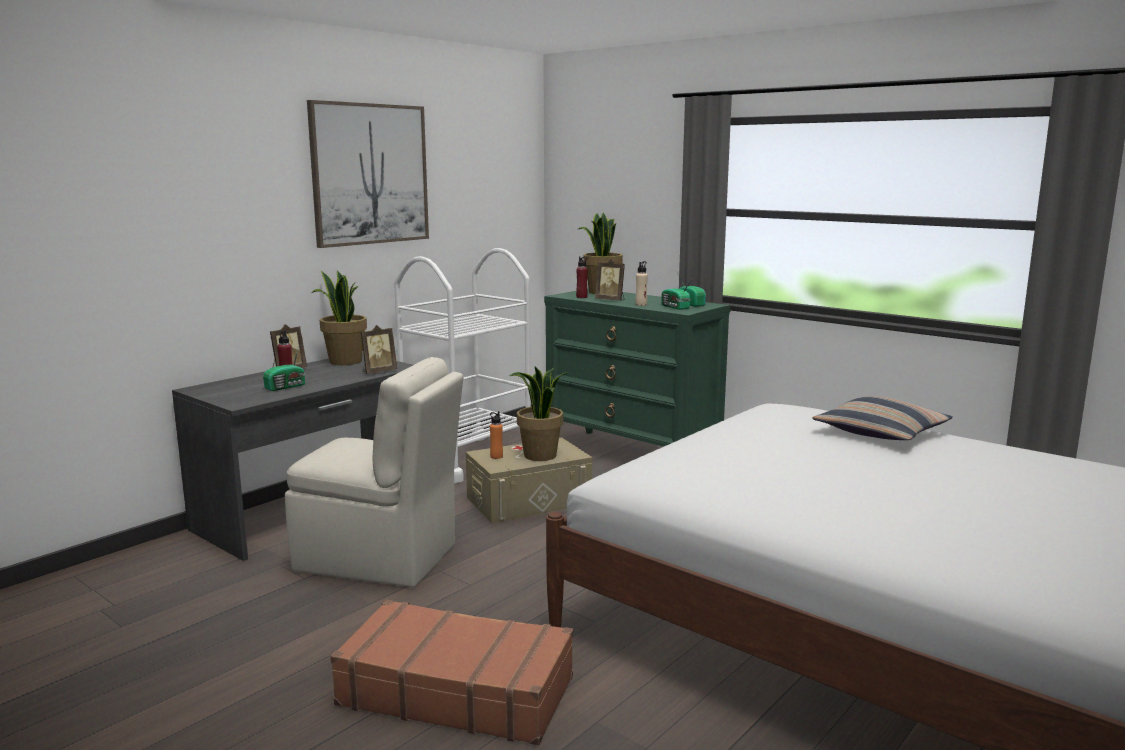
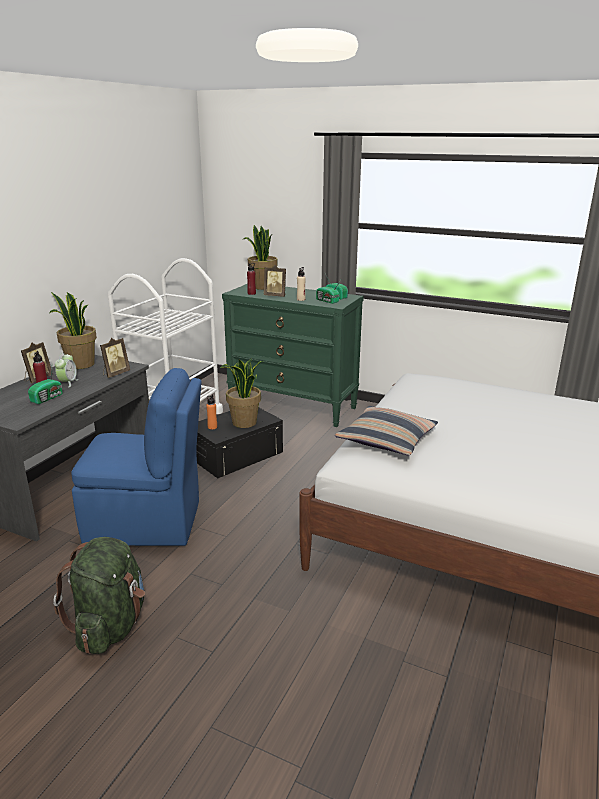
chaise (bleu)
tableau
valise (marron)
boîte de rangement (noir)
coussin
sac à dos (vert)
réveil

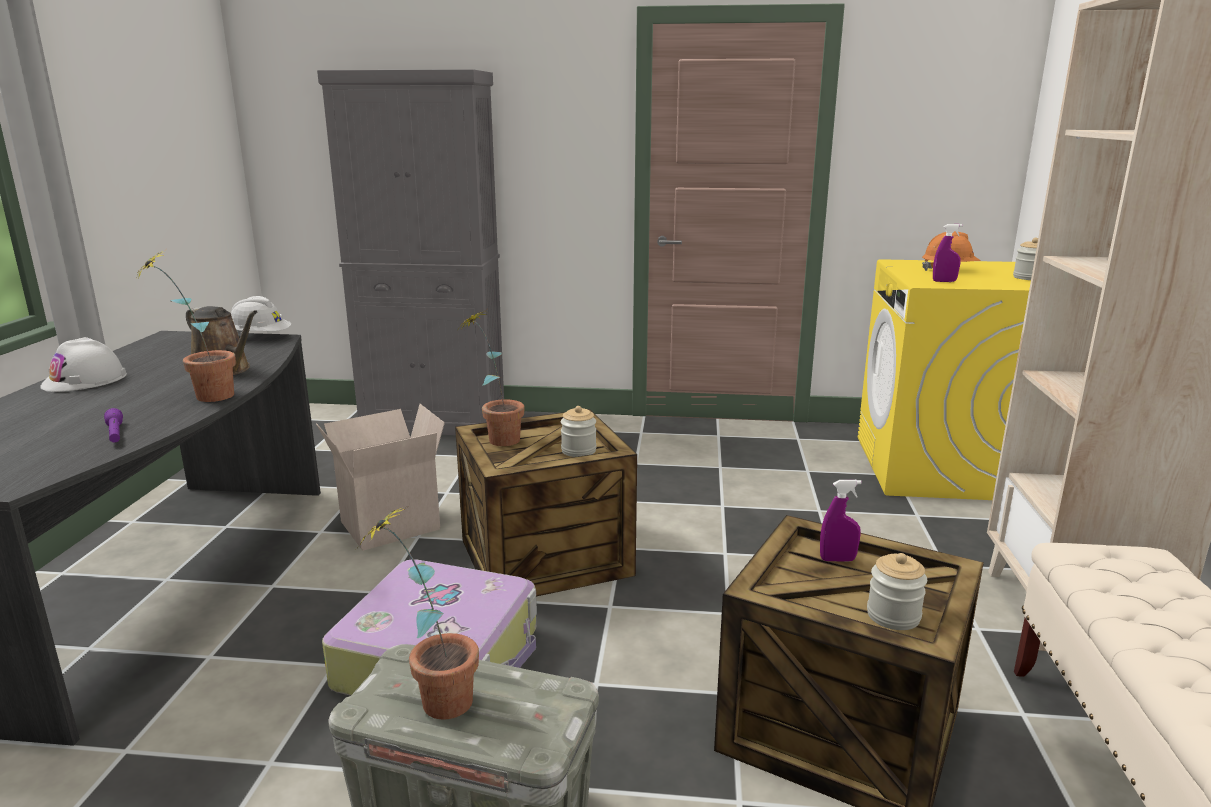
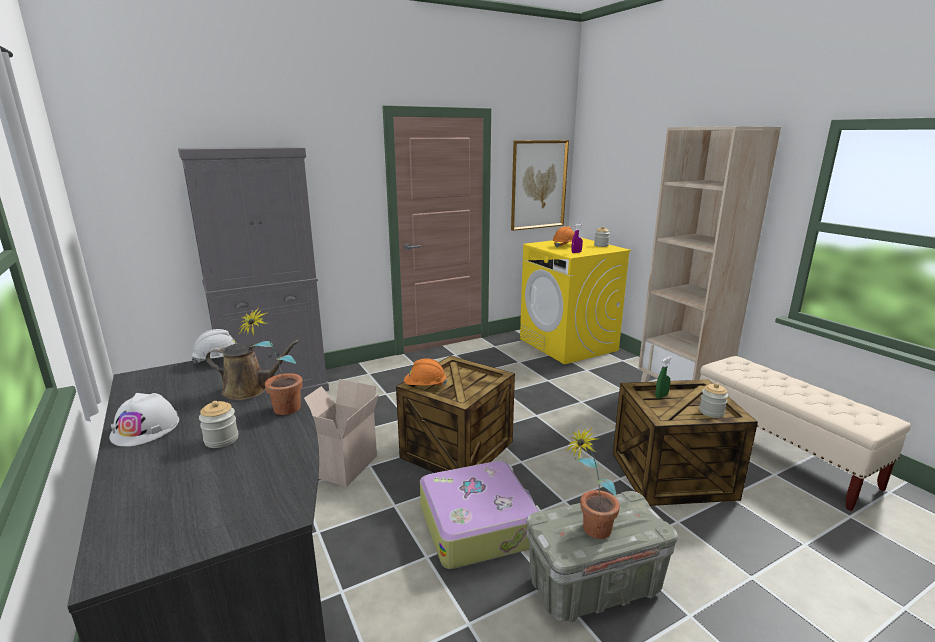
lampe de poche (violet)
casque de chantier (orange) (1st from left)
bocal (1st from left)
vaporisateur (vert)
tableau

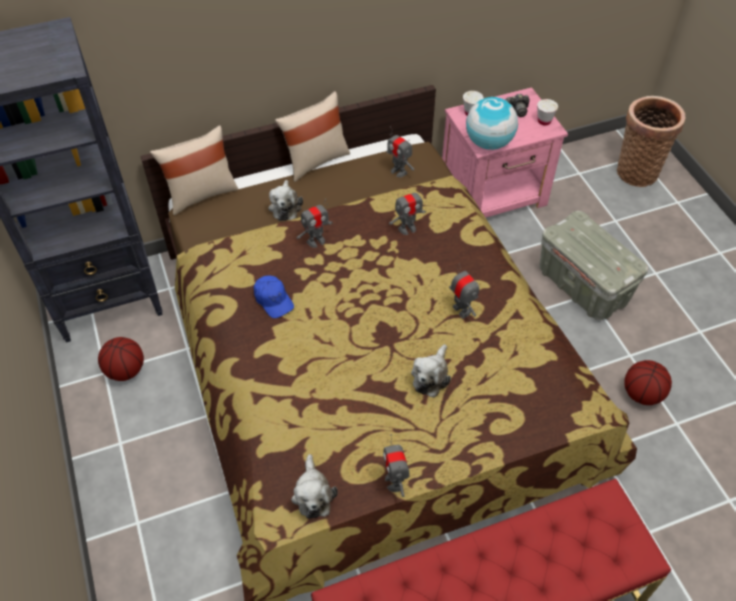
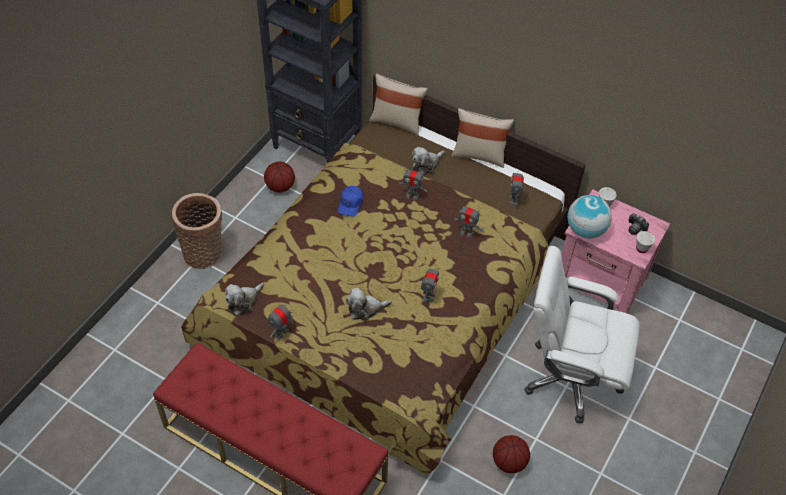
chaise de bureau (blanc)
panier

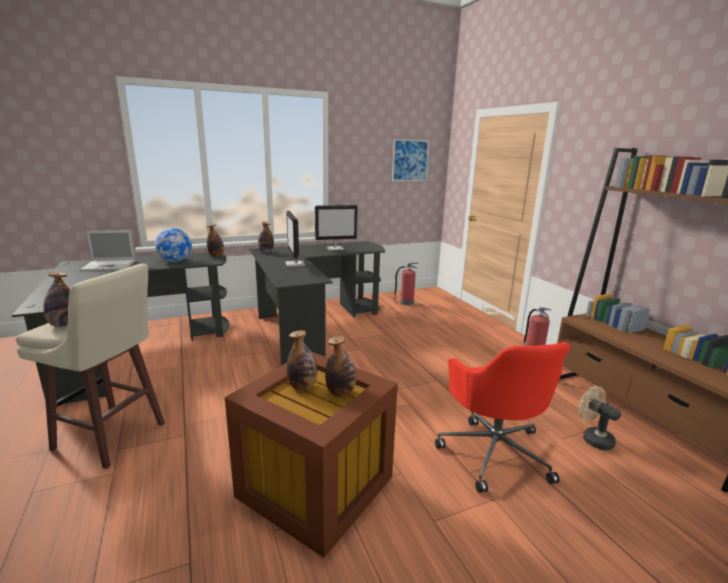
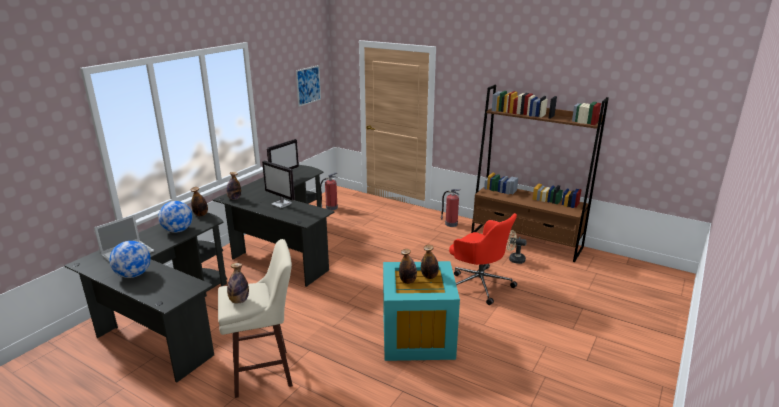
boîte de rangement (turquoise)
globe (1st from left)

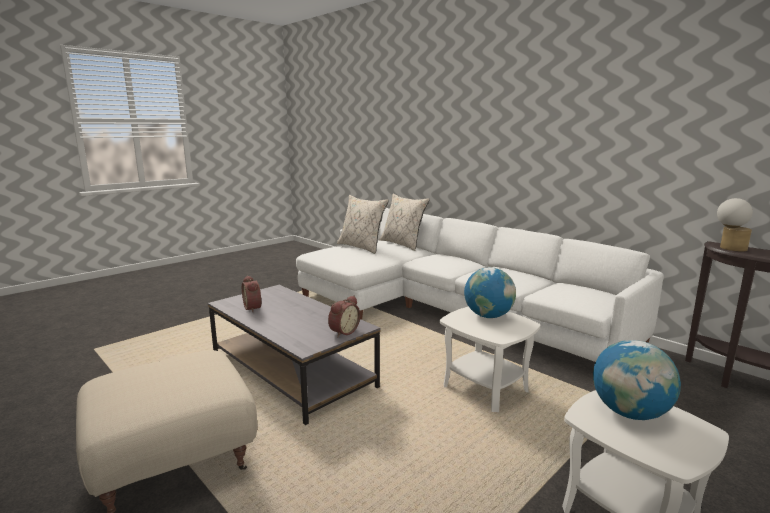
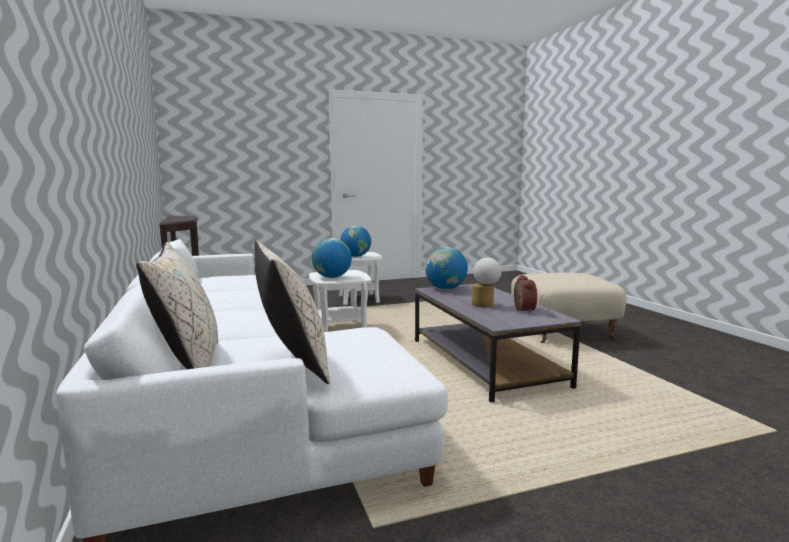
globe (3rd from left)
lampe de table

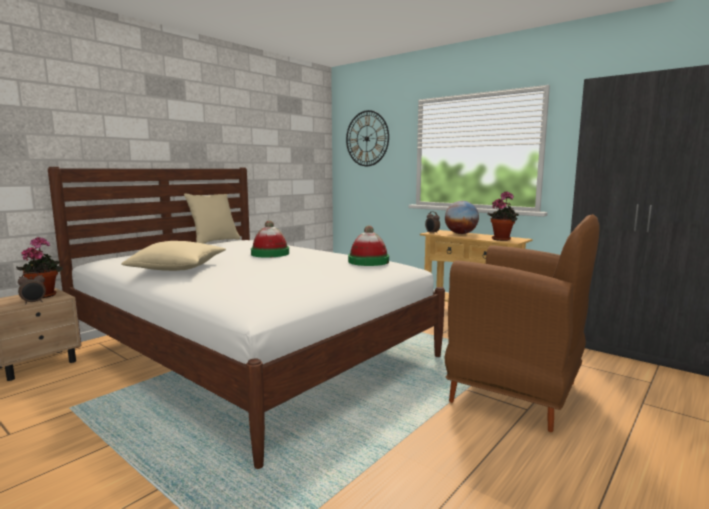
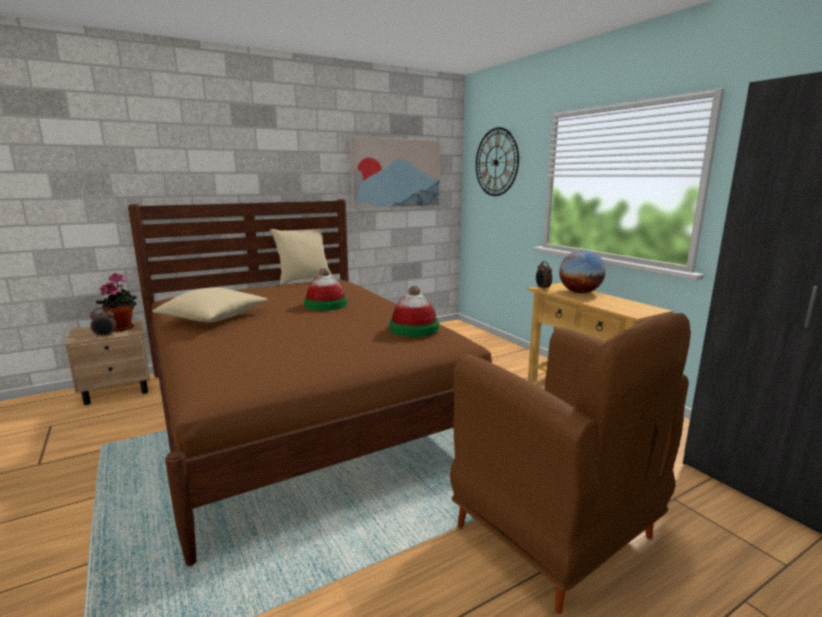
lit (marron)
plante en pot (2nd from left in the first image)
tableau

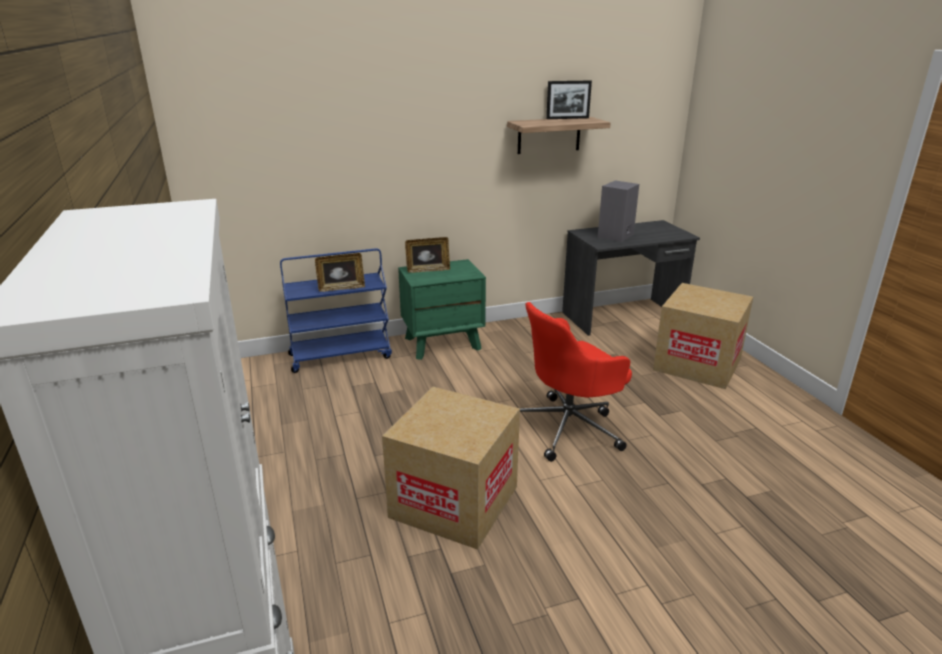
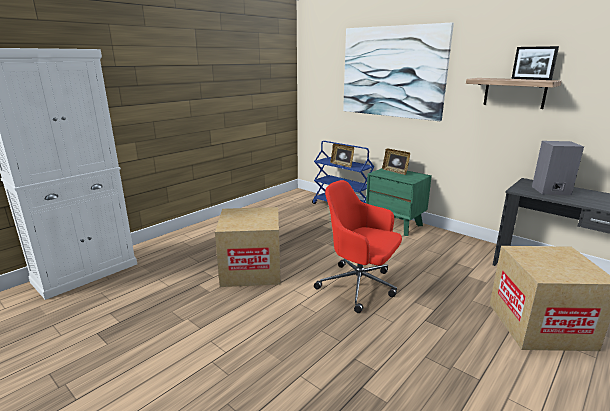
tableau

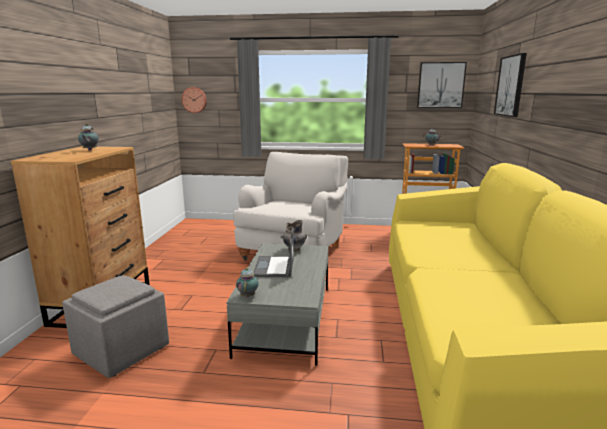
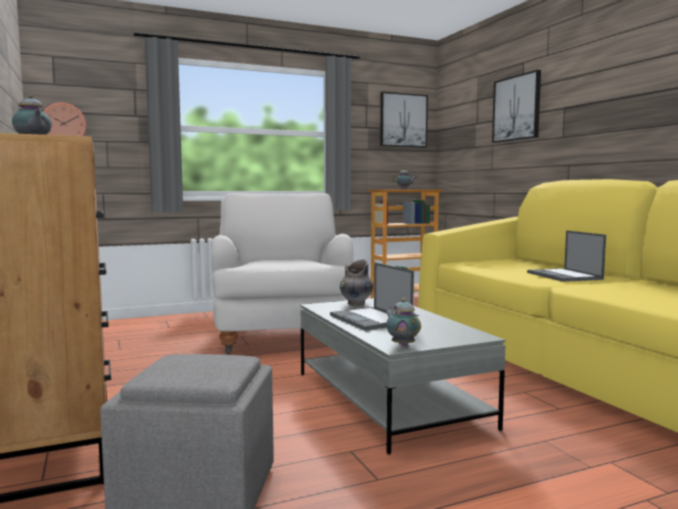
ordinateur portable (2nd from left)

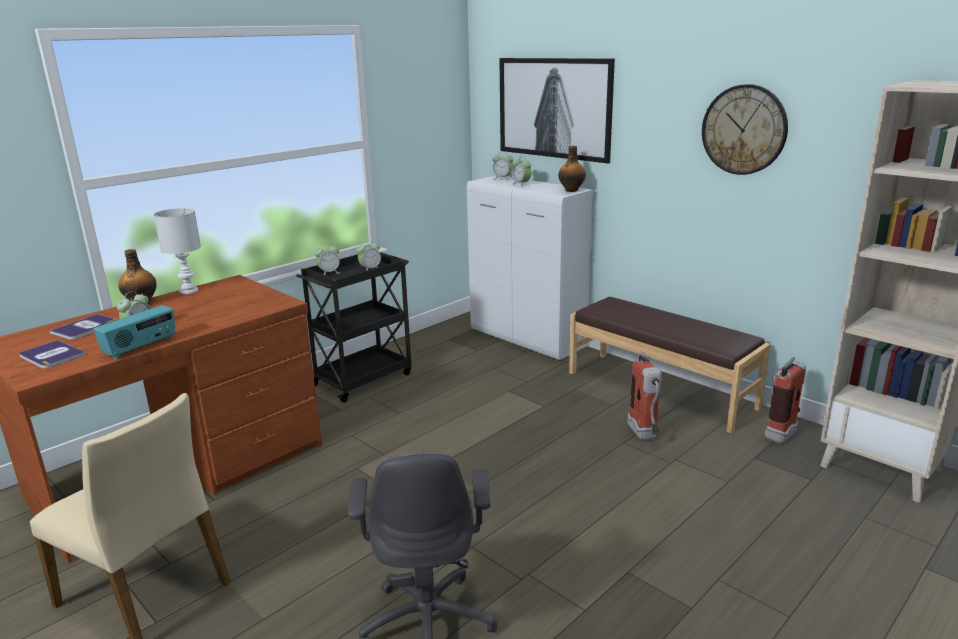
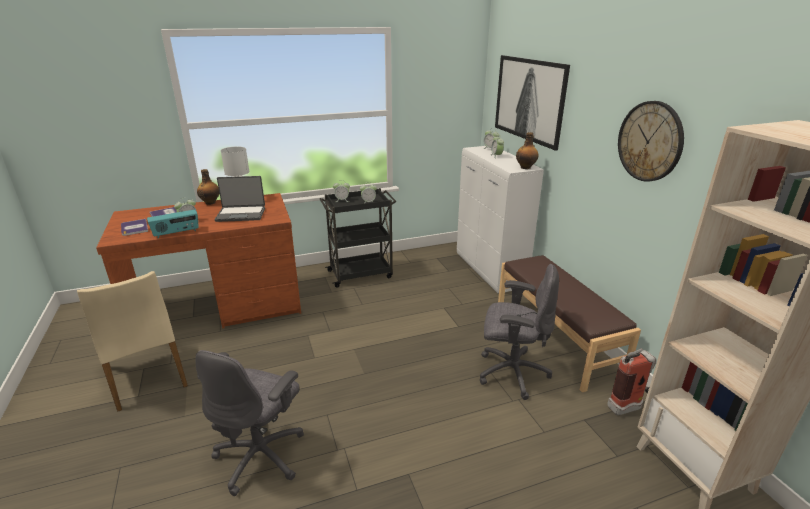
chaise de bureau (gris) (2nd from left)
ordinateur portable

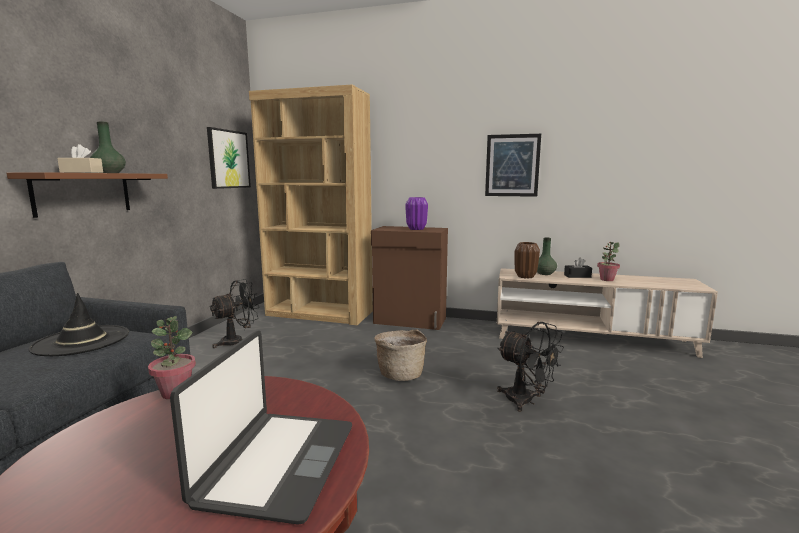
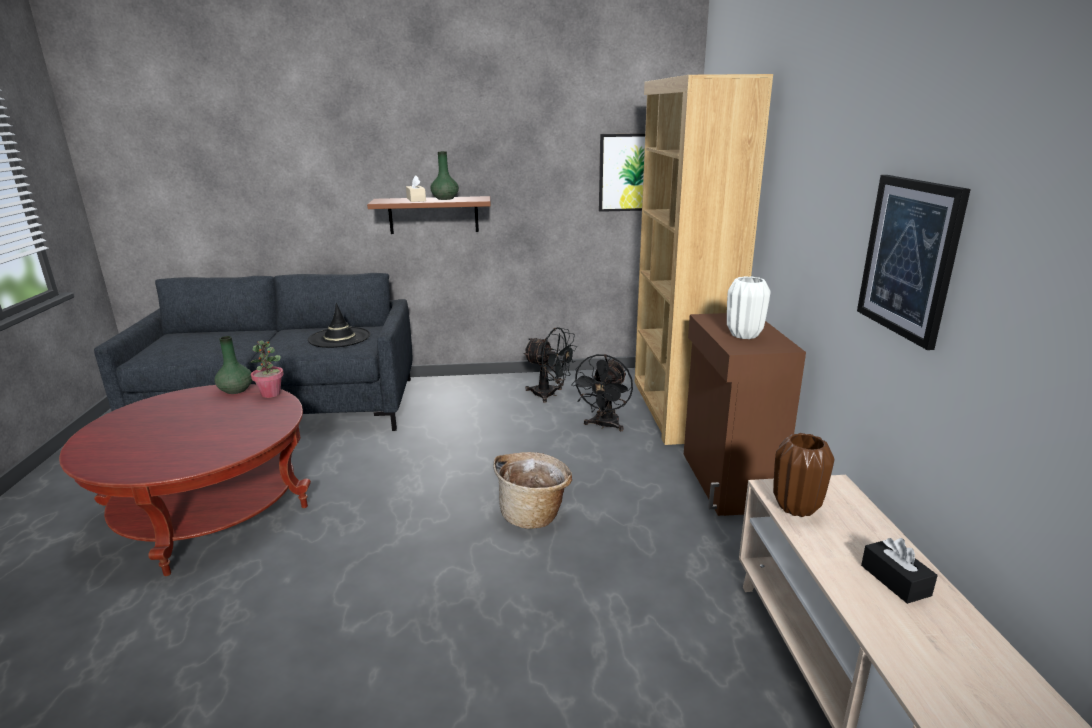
ordinateur portable
vase (blanc)
ventilateur (noir) (2nd from left)
vase (vert) (1st from left)
plante en pot (2nd from left in the first image)

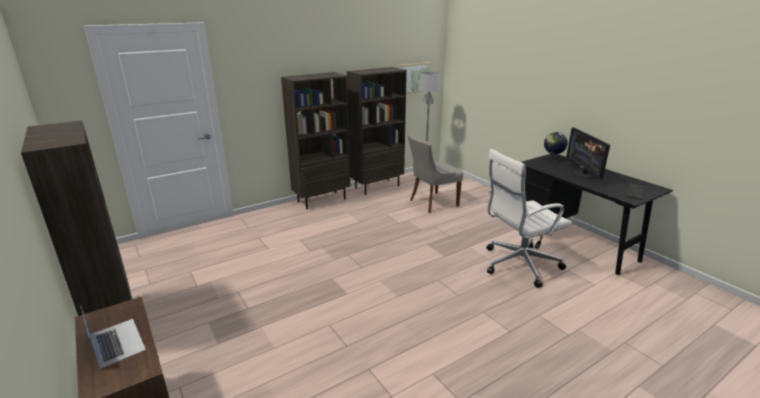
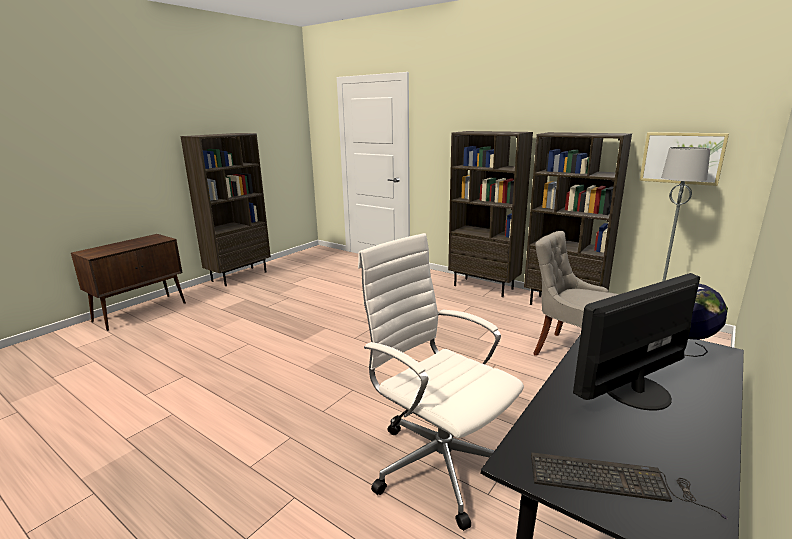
ordinateur portable

